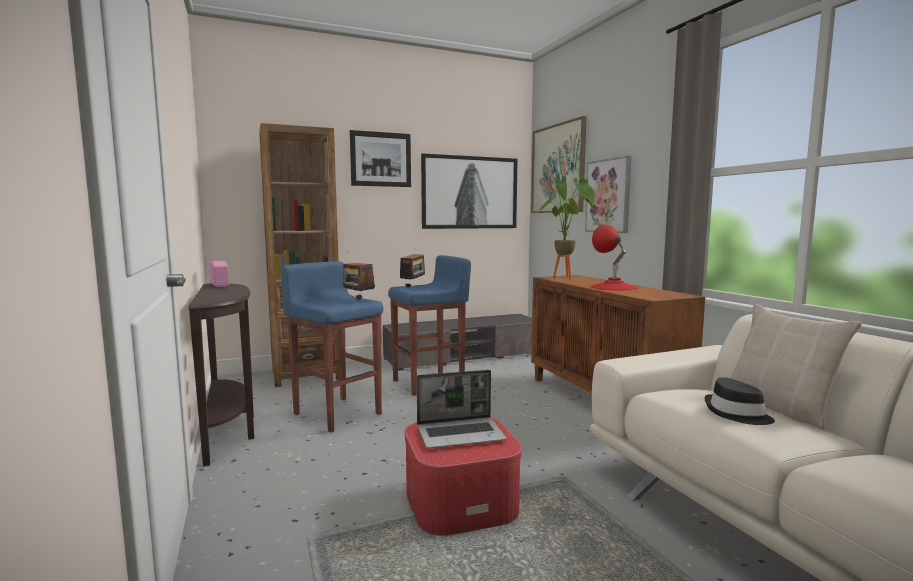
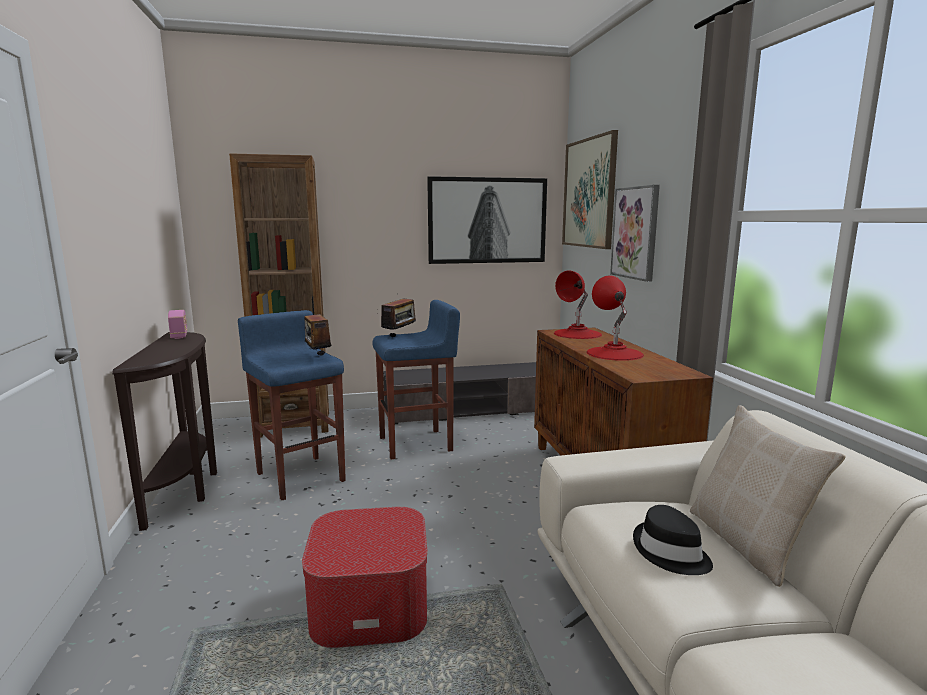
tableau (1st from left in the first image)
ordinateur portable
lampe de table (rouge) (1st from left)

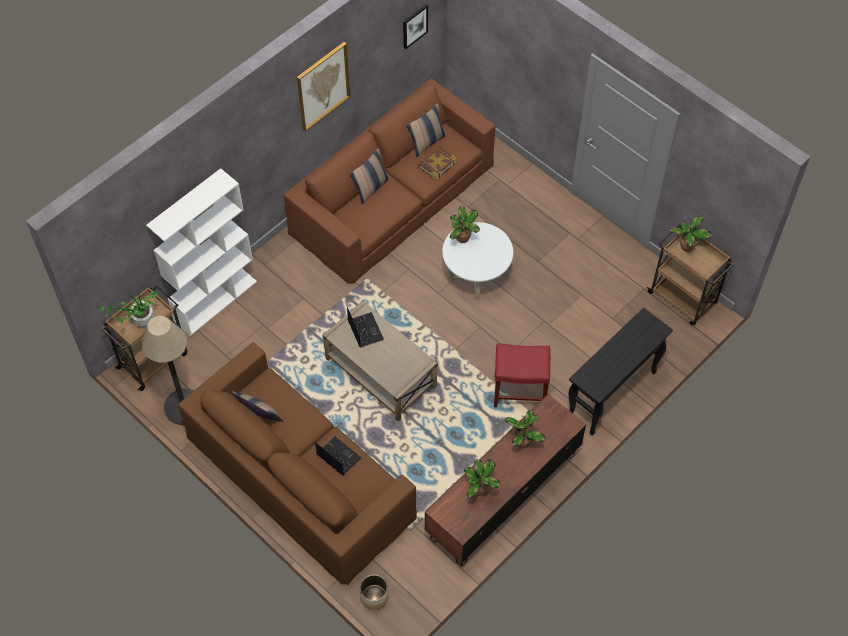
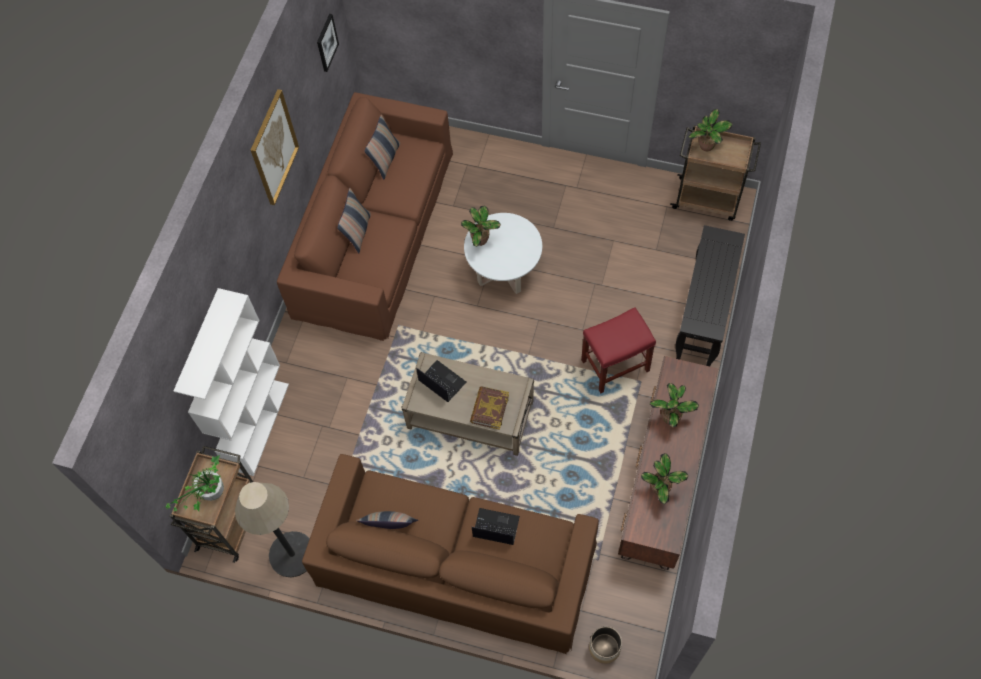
livre

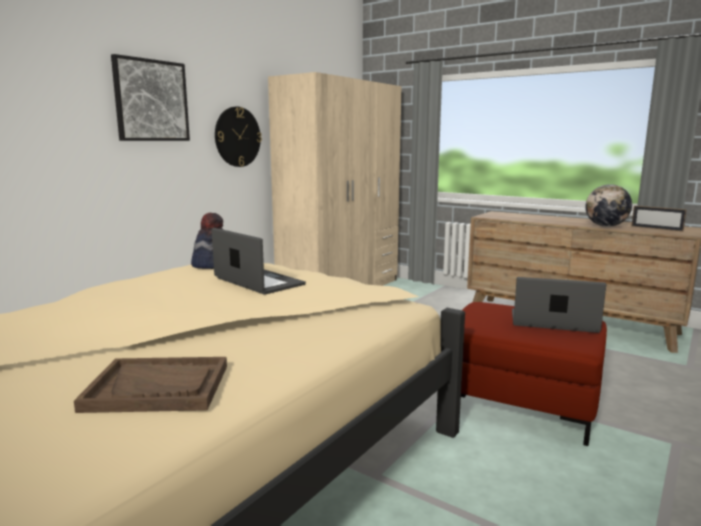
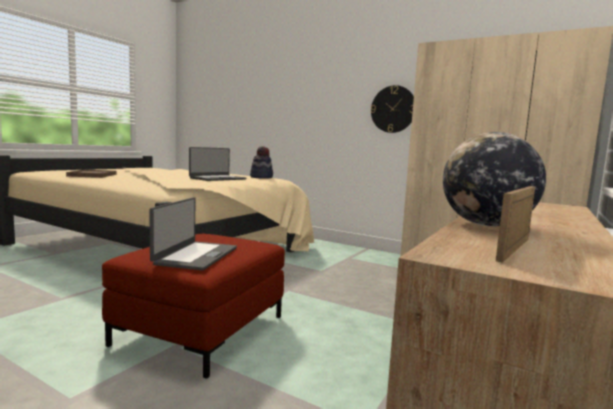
tableau

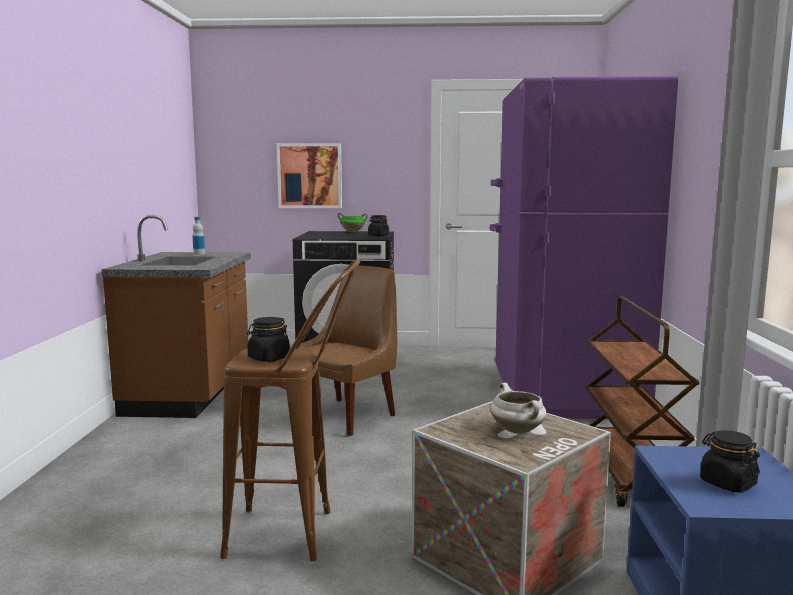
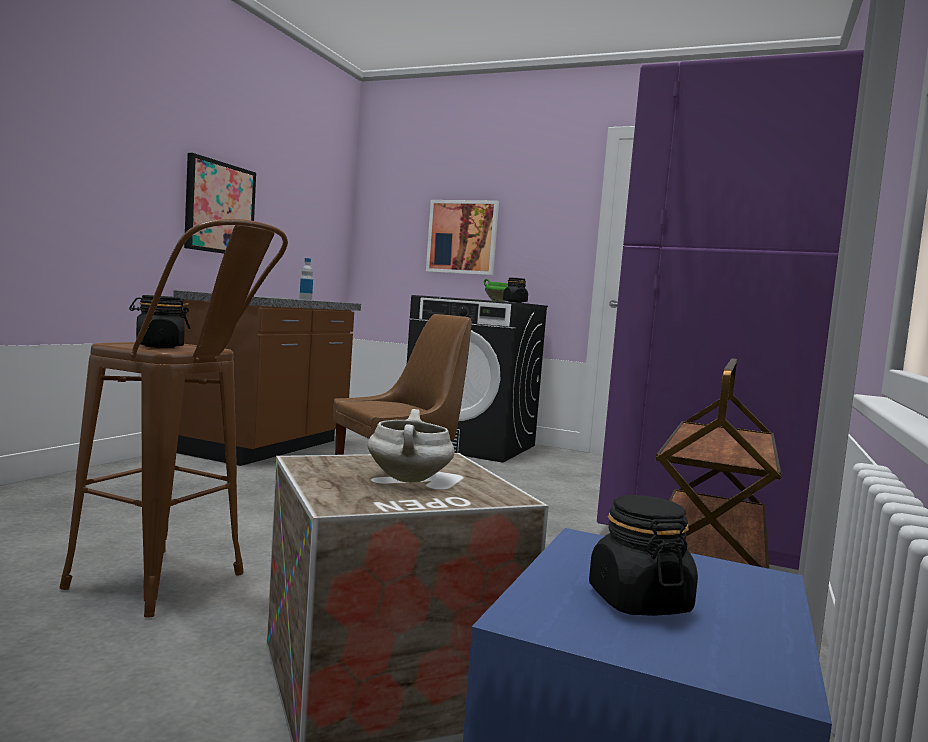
tableau (1st from left)

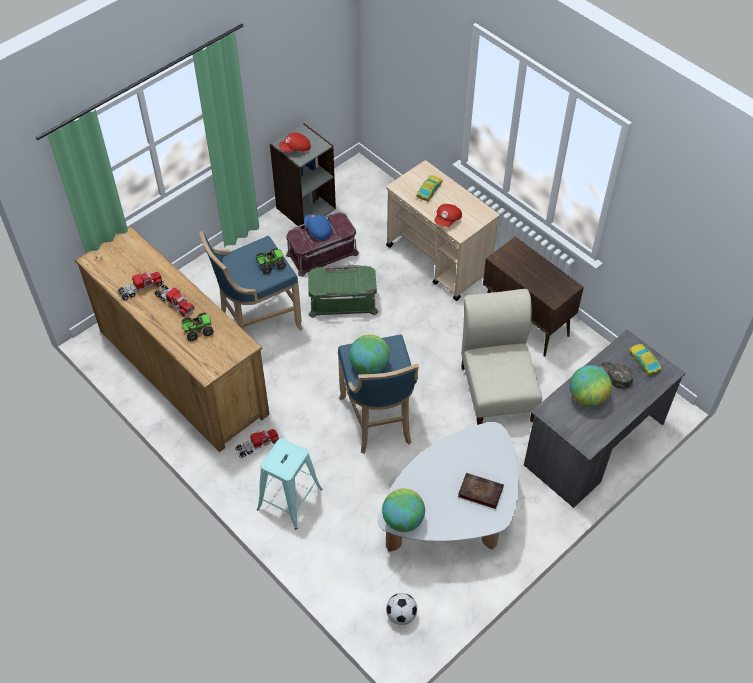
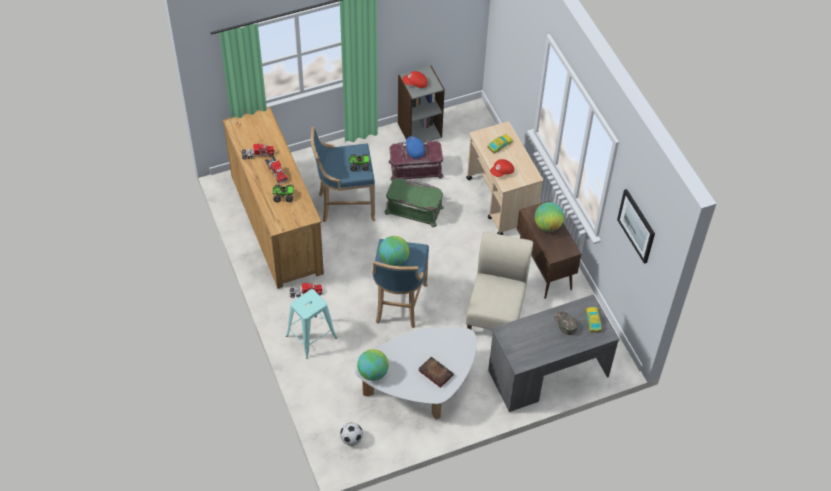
globe (3rd from left)
tableau

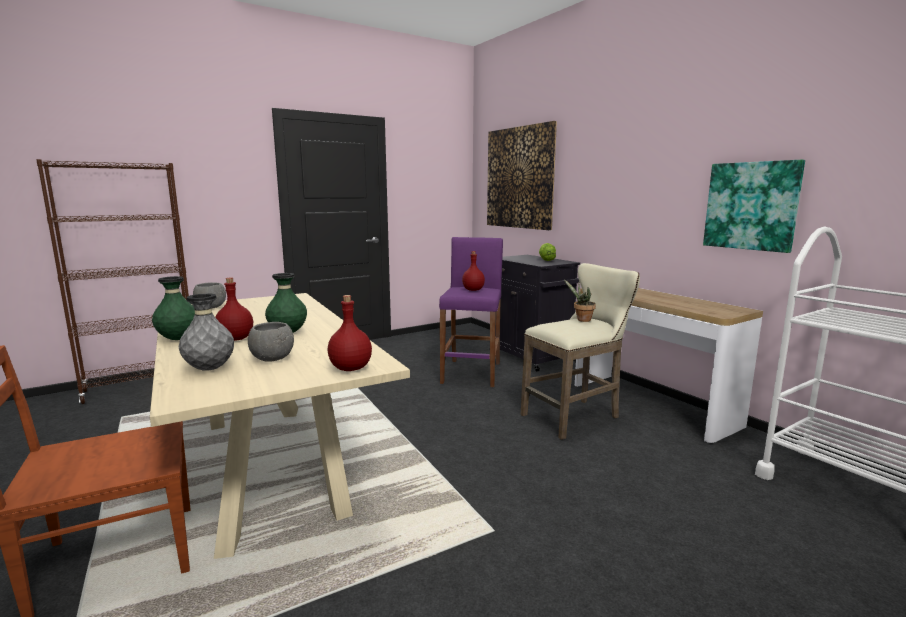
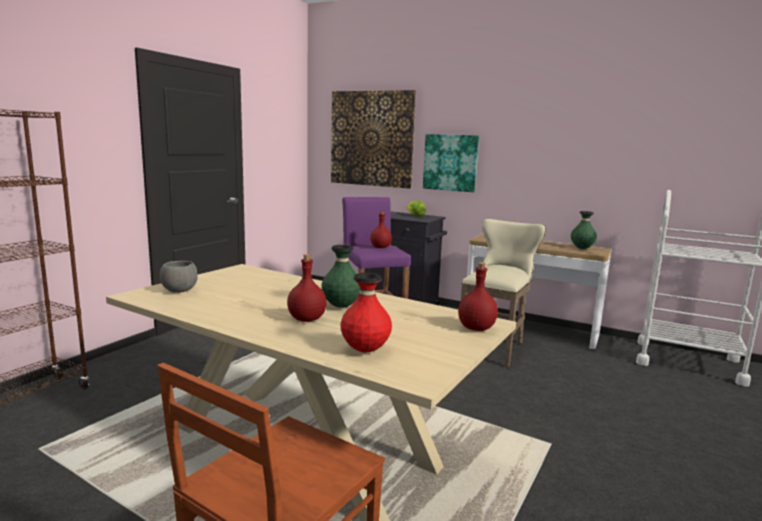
vase (vert) (2nd from left)
vase (rouge)
bol (gris) (2nd from left in the first image)
plante en pot
tableau (2nd from left)

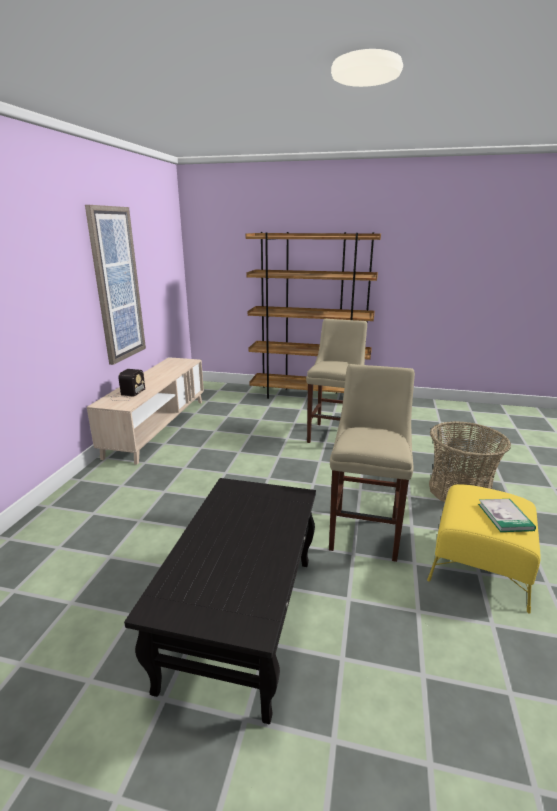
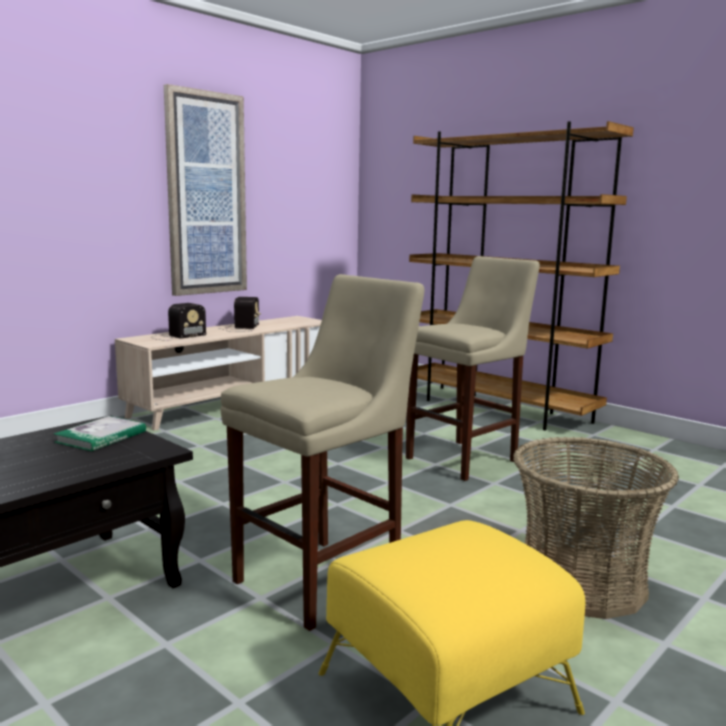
livre
radio (2nd from left)

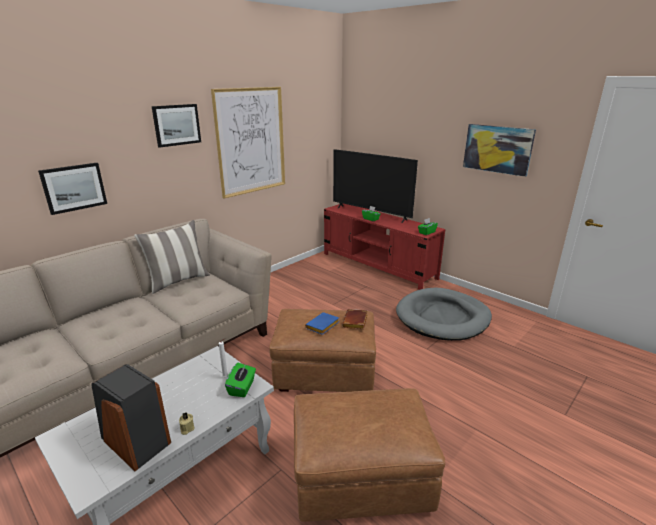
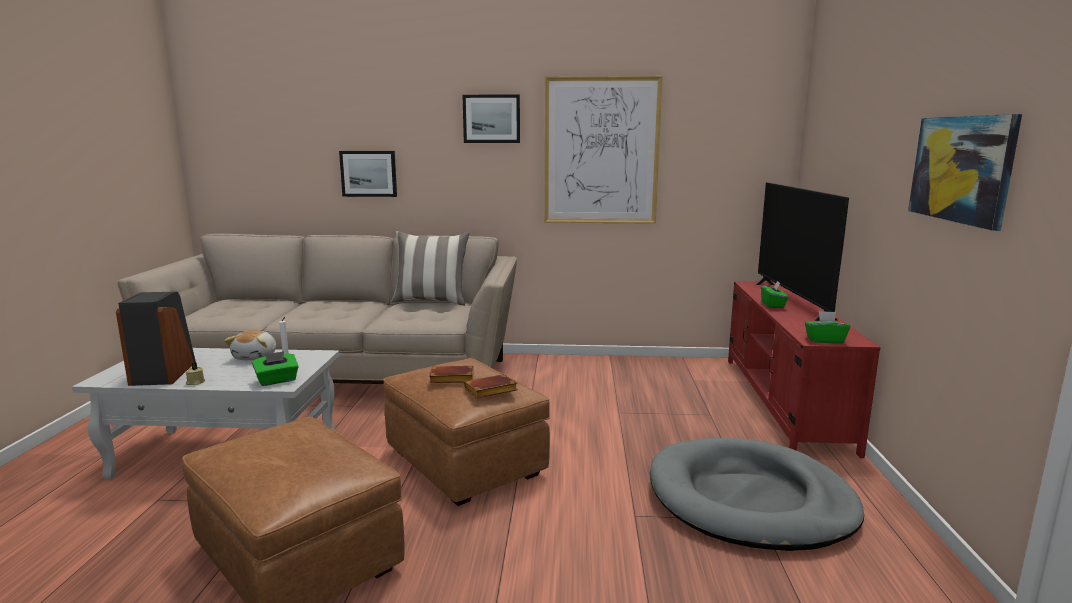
livre (marron) (1st from left)
peluche

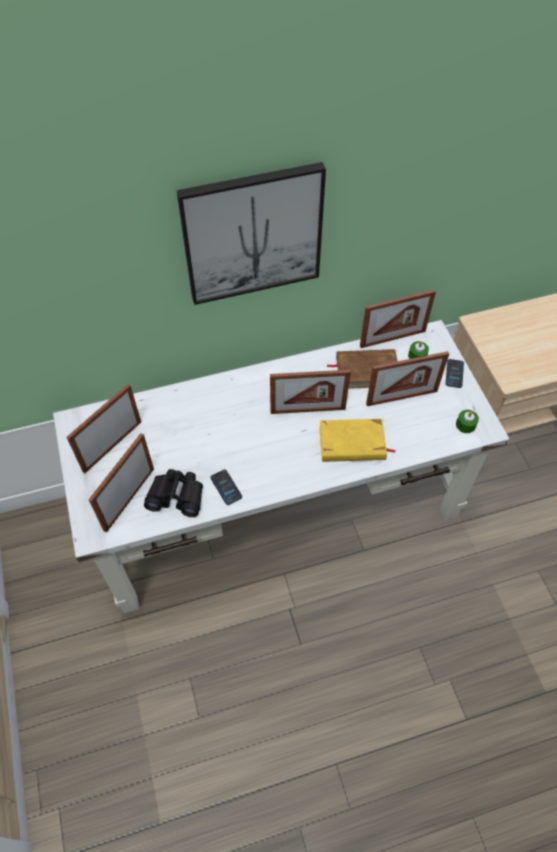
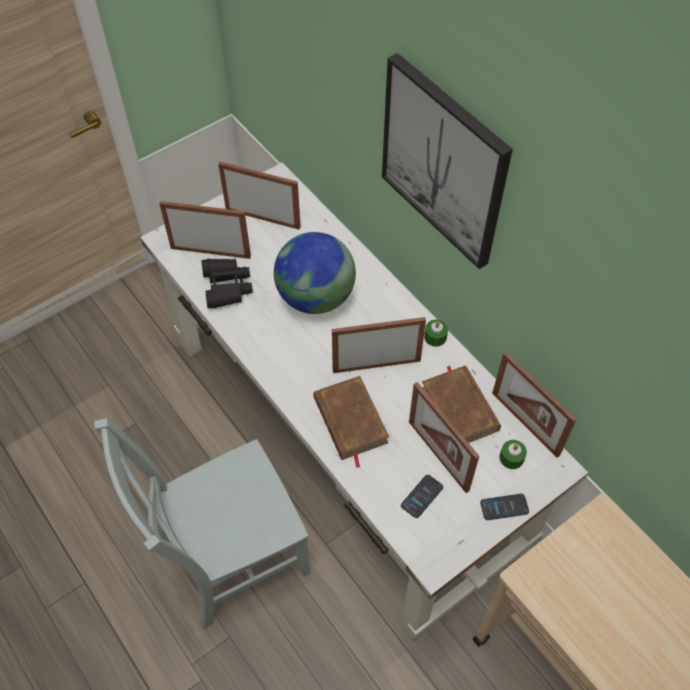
téléphone (1st from left)
cadre photo (3rd from left)
livre (marron) (1st from left)
bougie (vert) (1st from left)
chaise (gris)
globe

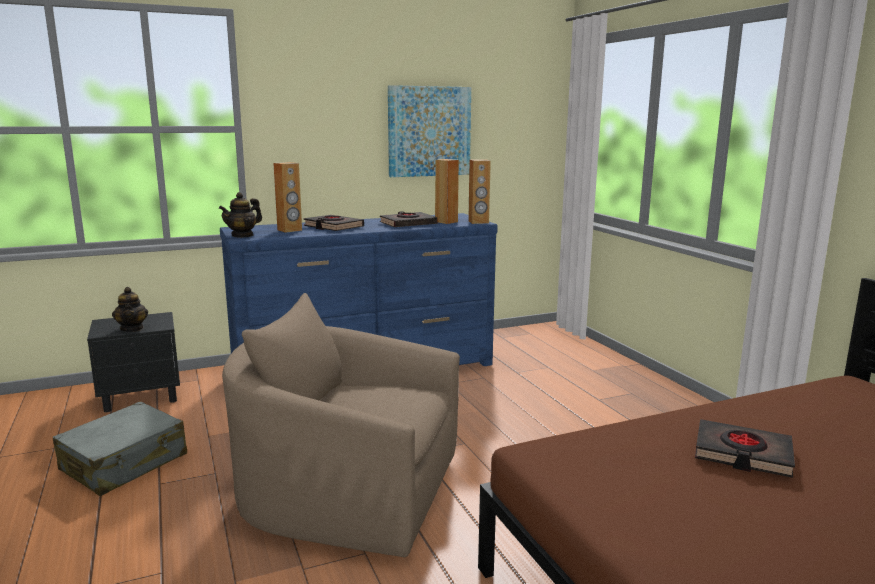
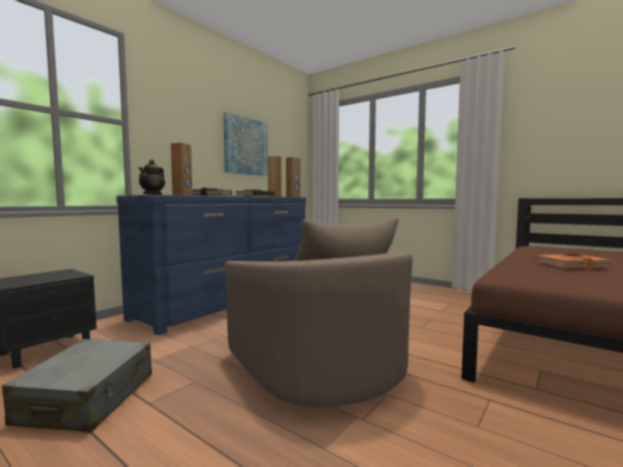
théière (1st from left in the first image)
fauteuil (beige)
livre (orange)

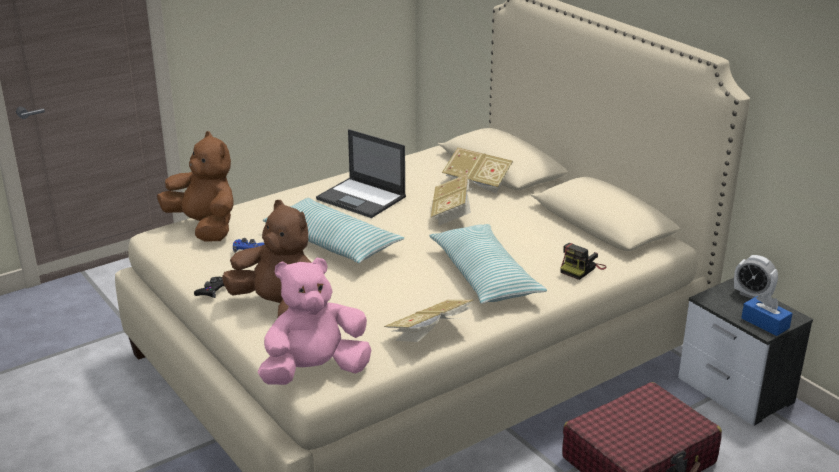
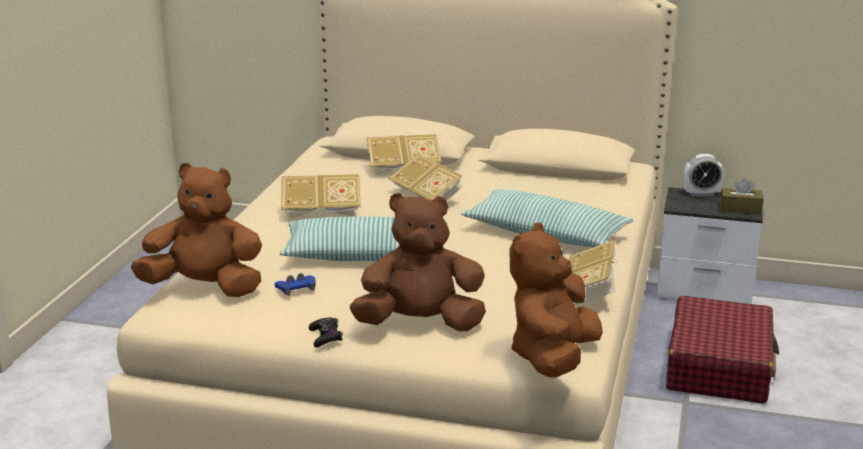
peluche (marron) (3rd from left)
livre (1st from left)
appareil photo
boîte à mouchoirs (marron)

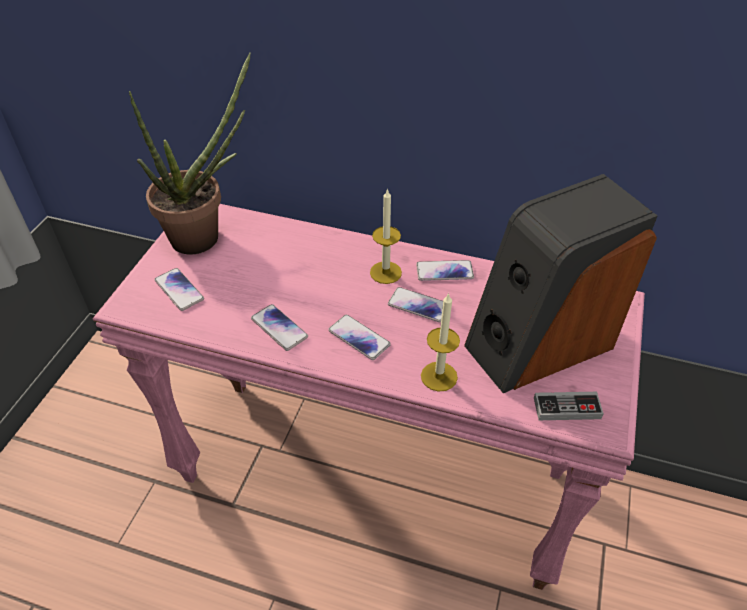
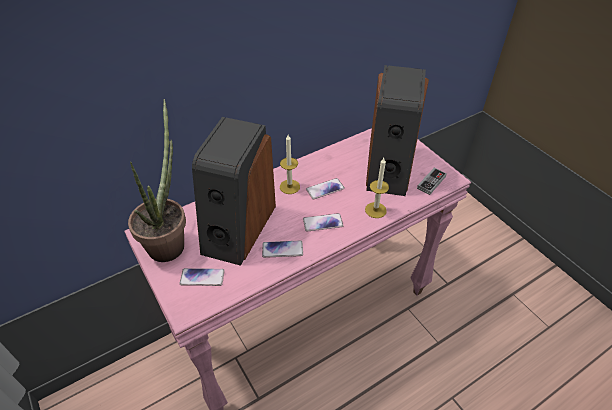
téléphone (5th from left in the first image)
enceinte (1st from left)

